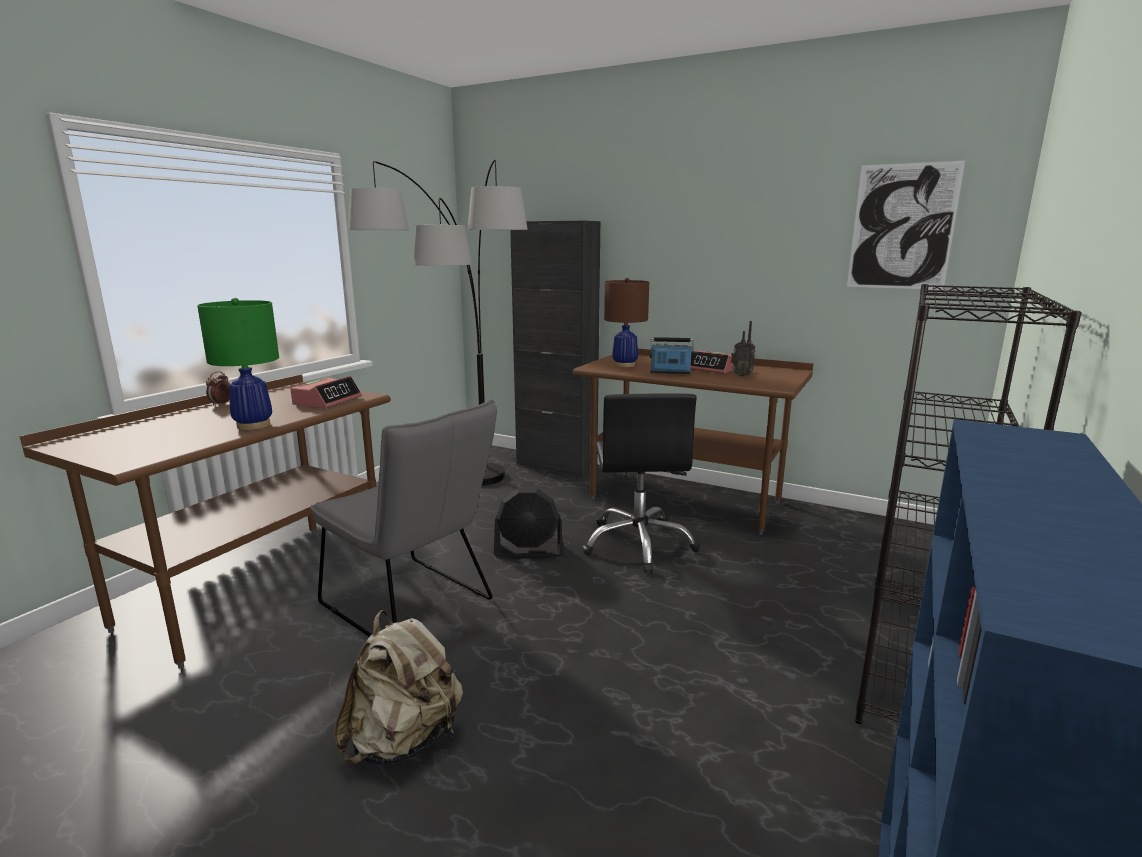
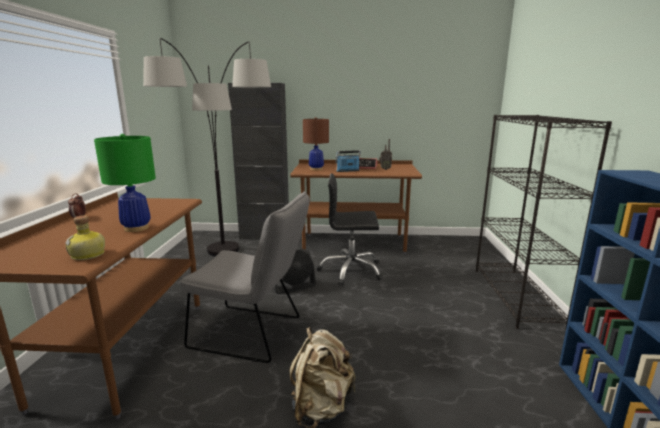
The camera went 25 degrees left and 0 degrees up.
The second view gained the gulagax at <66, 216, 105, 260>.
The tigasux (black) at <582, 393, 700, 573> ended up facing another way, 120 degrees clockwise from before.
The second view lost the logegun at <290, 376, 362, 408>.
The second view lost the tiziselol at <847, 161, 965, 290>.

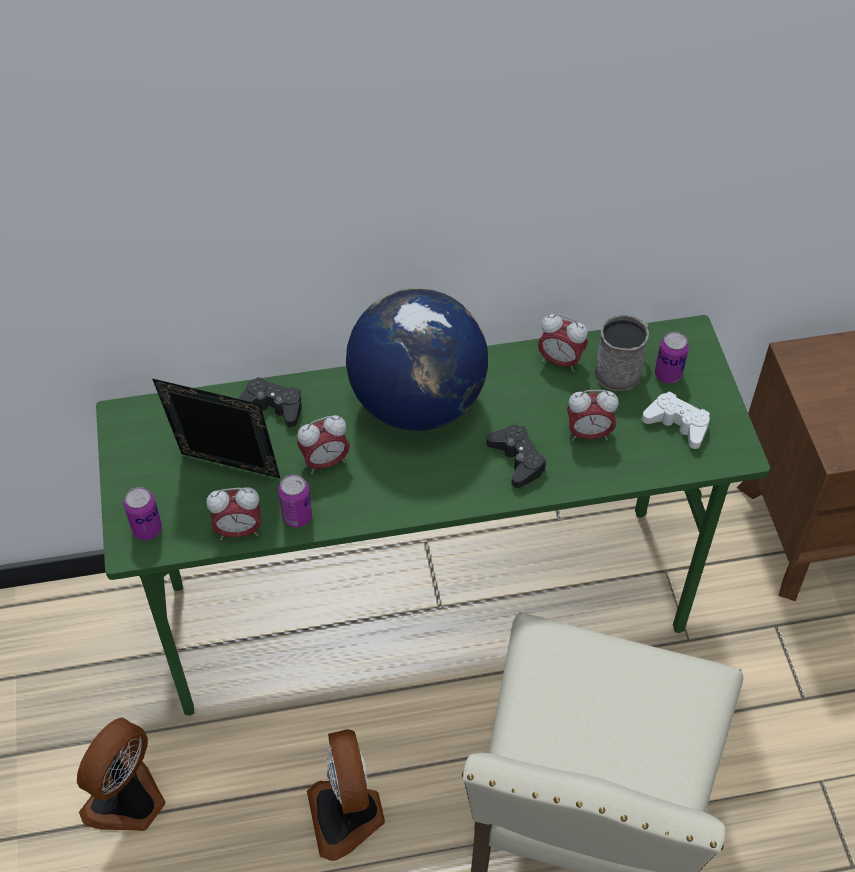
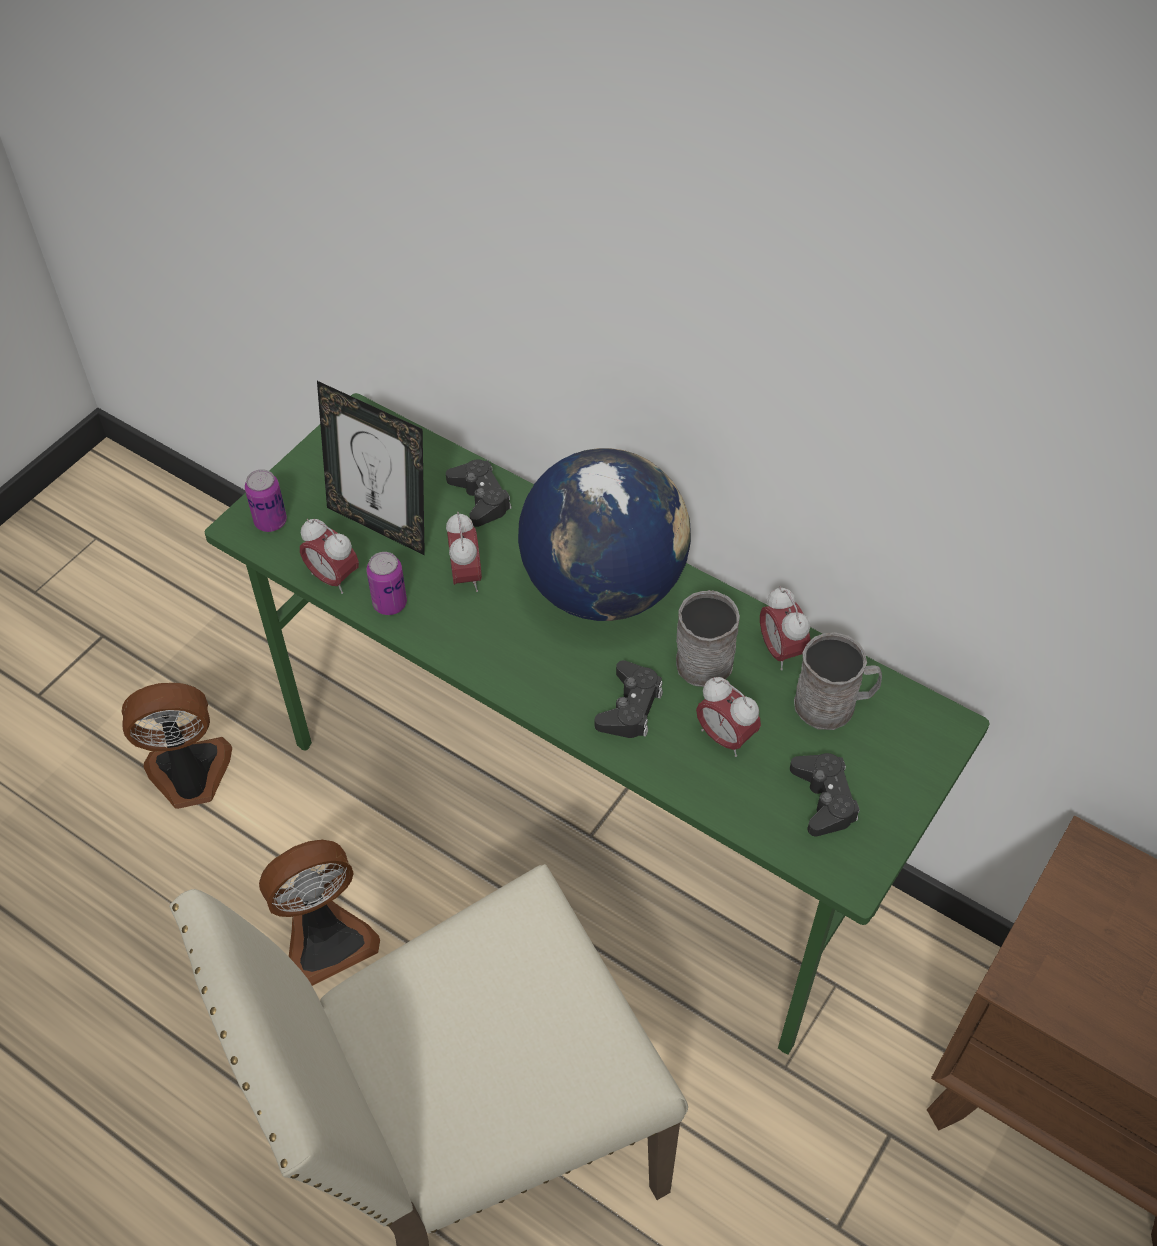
The camera went 45 degrees right and 0 degrees up.
The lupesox at <307, 729, 385, 861> ended up facing another way, 150 degrees counterclockwise from before.
The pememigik at <152, 378, 280, 478> ended up facing another way, 150 degrees clockwise from before.
The logegun at <297, 415, 350, 474> ended up facing another way, 120 degrees counterclockwise from before.
The second view gained the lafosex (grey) at <676, 590, 740, 687>.
What was the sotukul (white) at <642, 392, 710, 449> turned into the sotukul (black) at <790, 753, 860, 836>.
The second view lost the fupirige at <655, 331, 689, 383>.

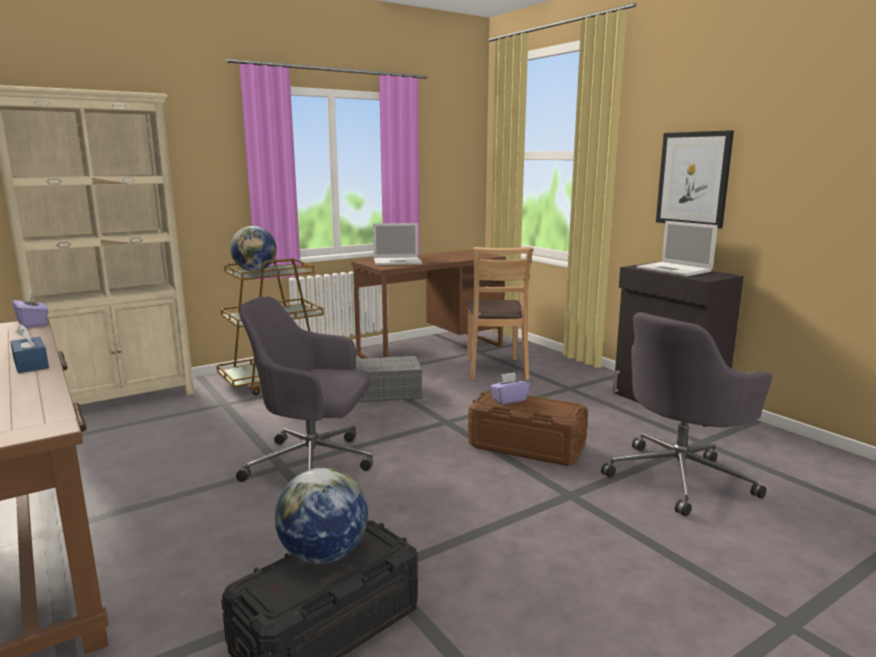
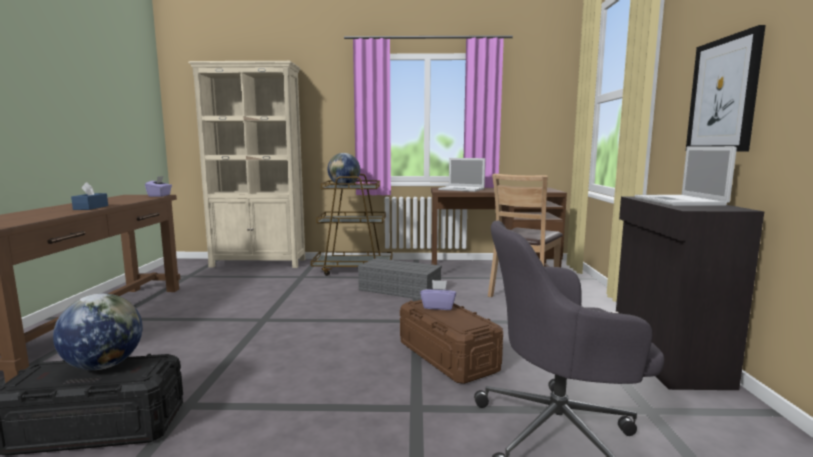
The camera went 35 degrees right and 5 degrees down.
The second view lost the tigasux (grey) at <236, 296, 373, 482>.

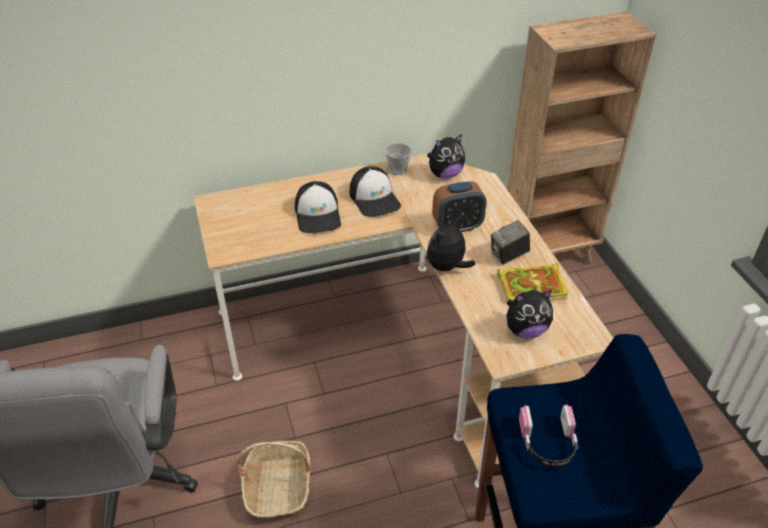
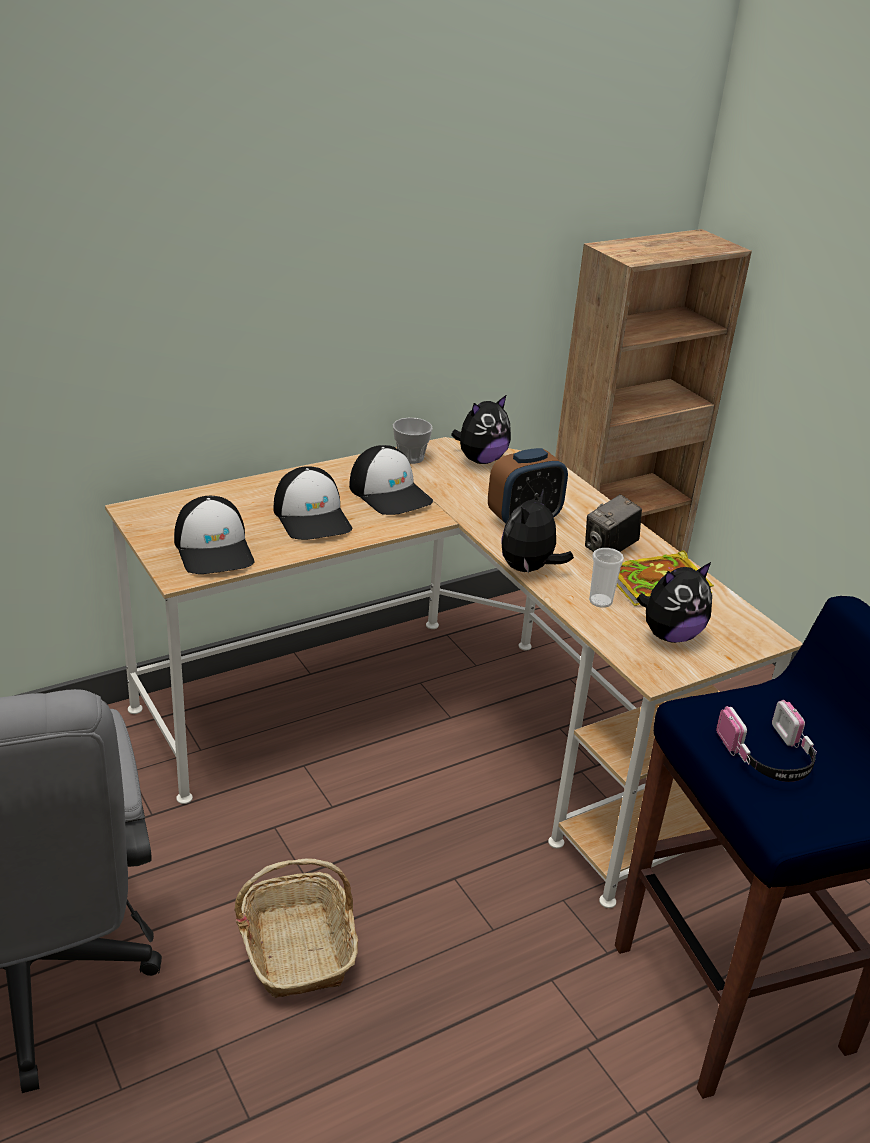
The camera went 15 degrees left and 10 degrees down.
The second view gained the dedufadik at <174, 496, 255, 574>.
The second view gained the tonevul at <589, 548, 624, 608>.

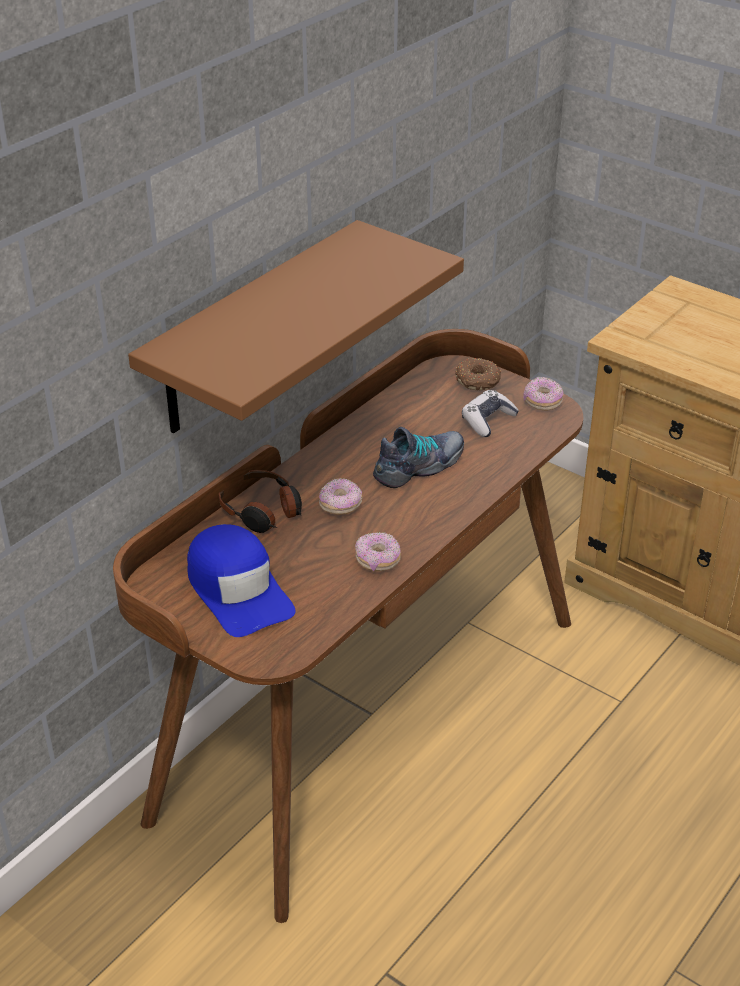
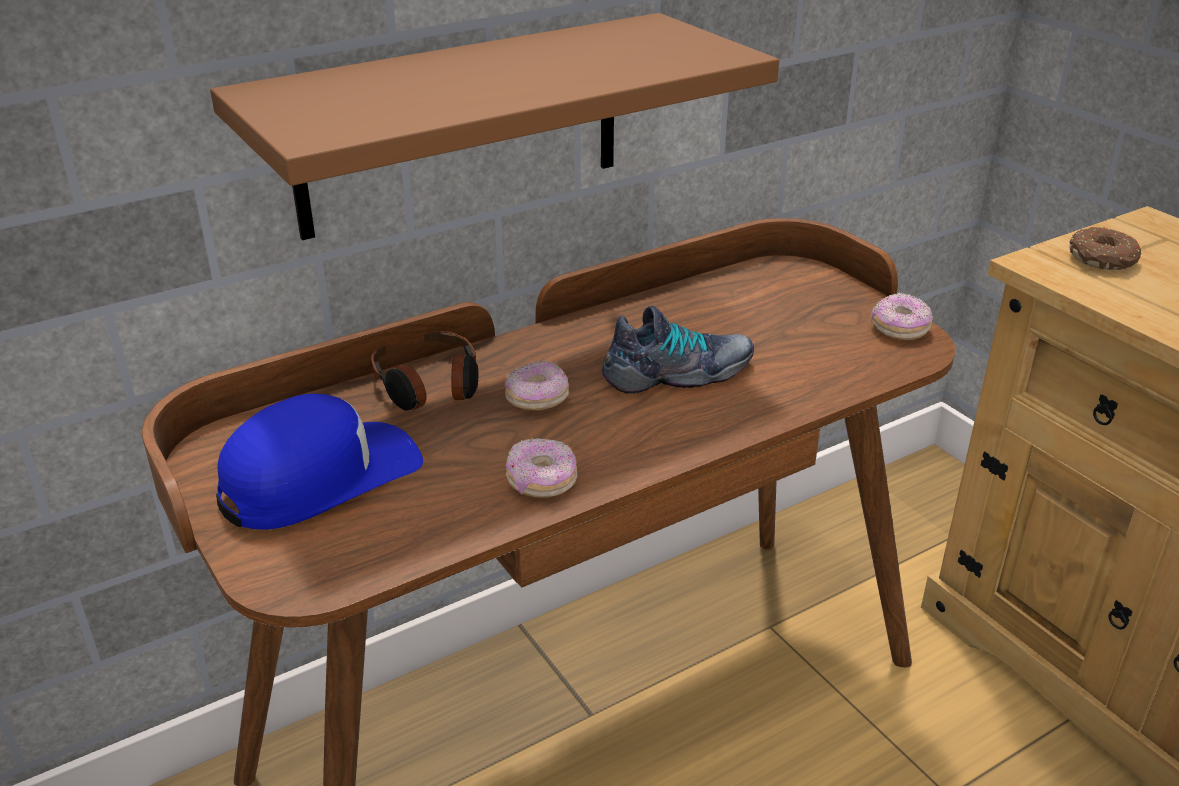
The camera went 20 degrees right and 5 degrees down.
The dedufadik (blue) at <187, 524, 296, 637> ended up facing another way, 120 degrees counterclockwise from before.
The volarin ended up elsewhere, having gone from <455, 358, 501, 391> to <1070, 227, 1141, 270>.
The second view lost the sotukul at <462, 390, 519, 437>.

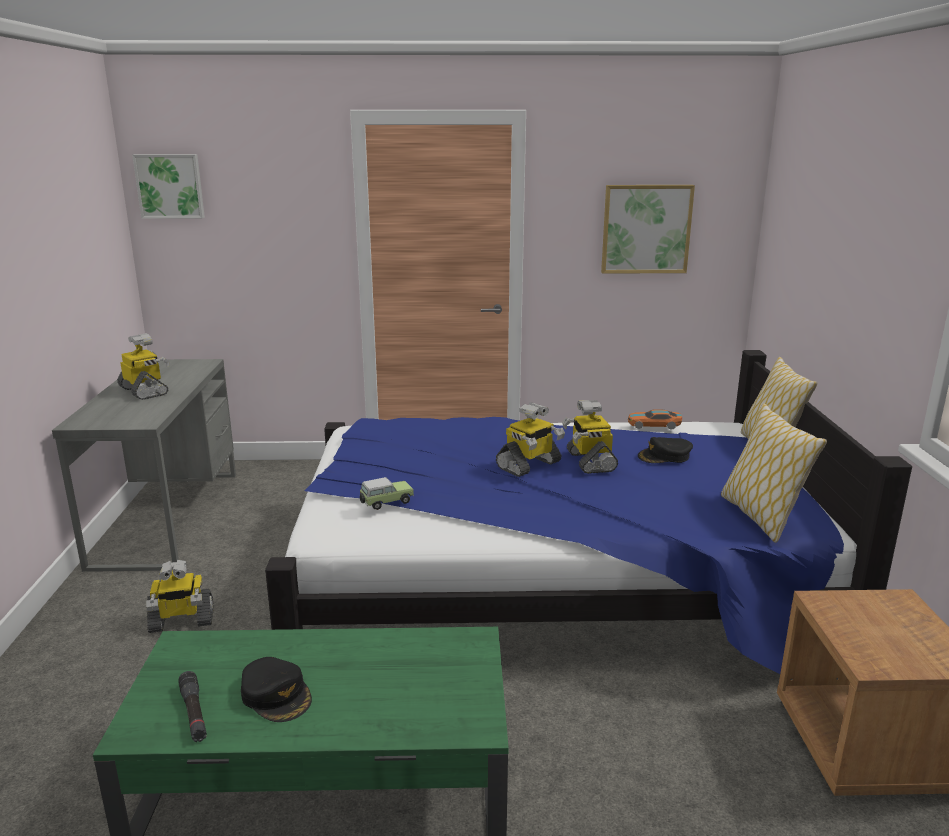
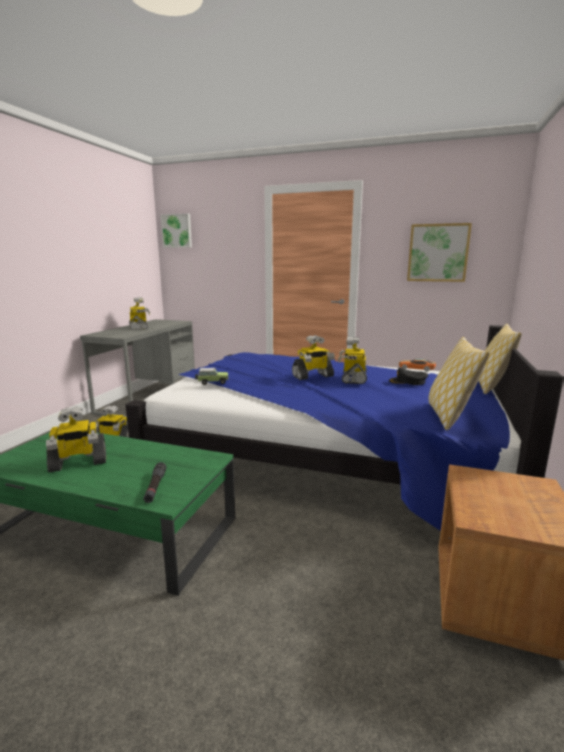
The camera went 20 degrees right and 5 degrees down.
Where the dedufadik (black) stood at <241, 657, 312, 722>, the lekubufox came to stand at <46, 406, 106, 472>.
The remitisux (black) ended up elsewhere, having gone from <178, 671, 207, 742> to <143, 462, 166, 503>.

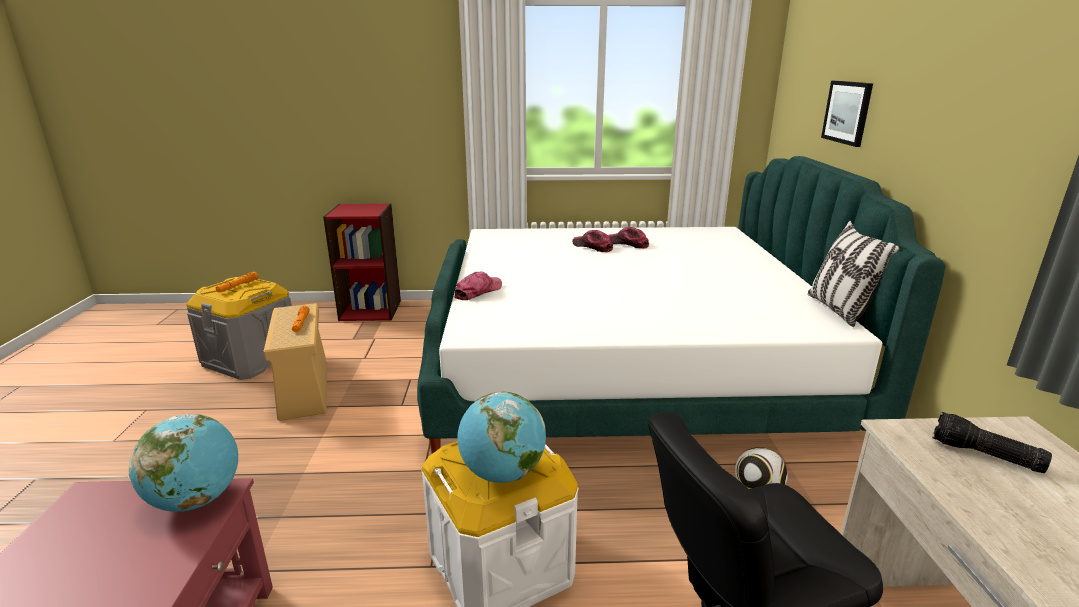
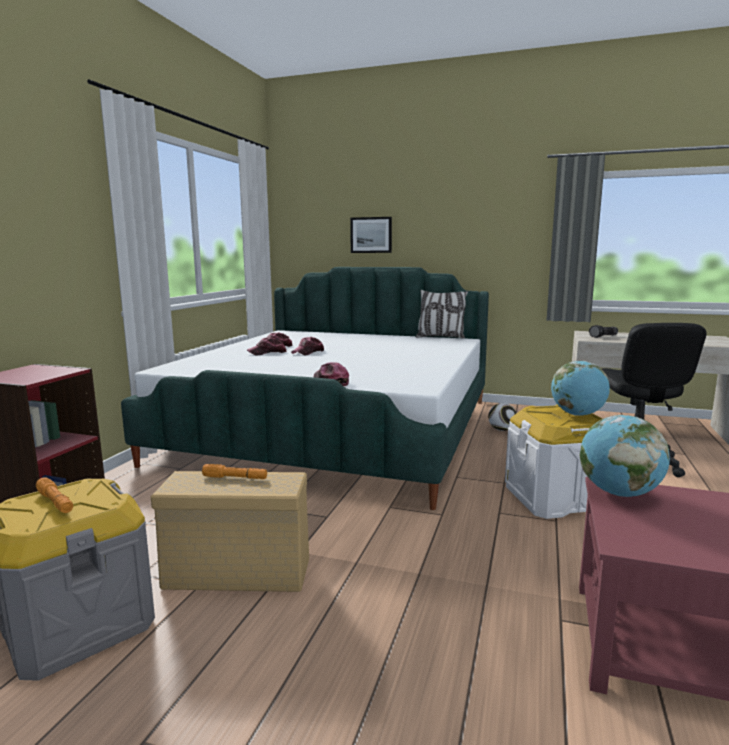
The camera went 70 degrees left and 10 degrees down.
The second view gained the dedufadik at <291, 337, 324, 356>.

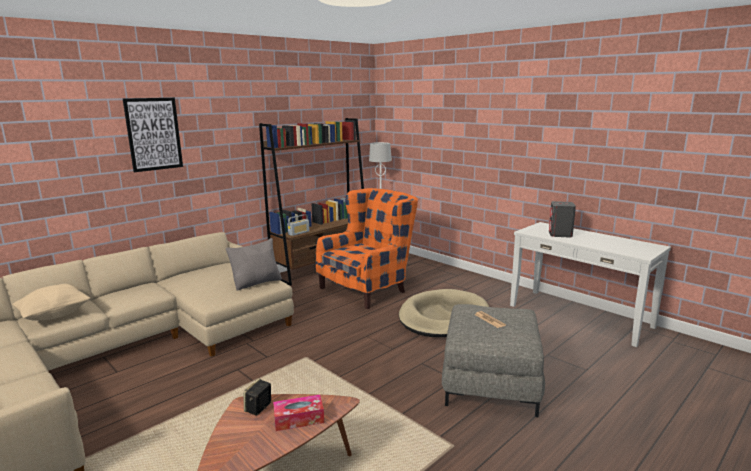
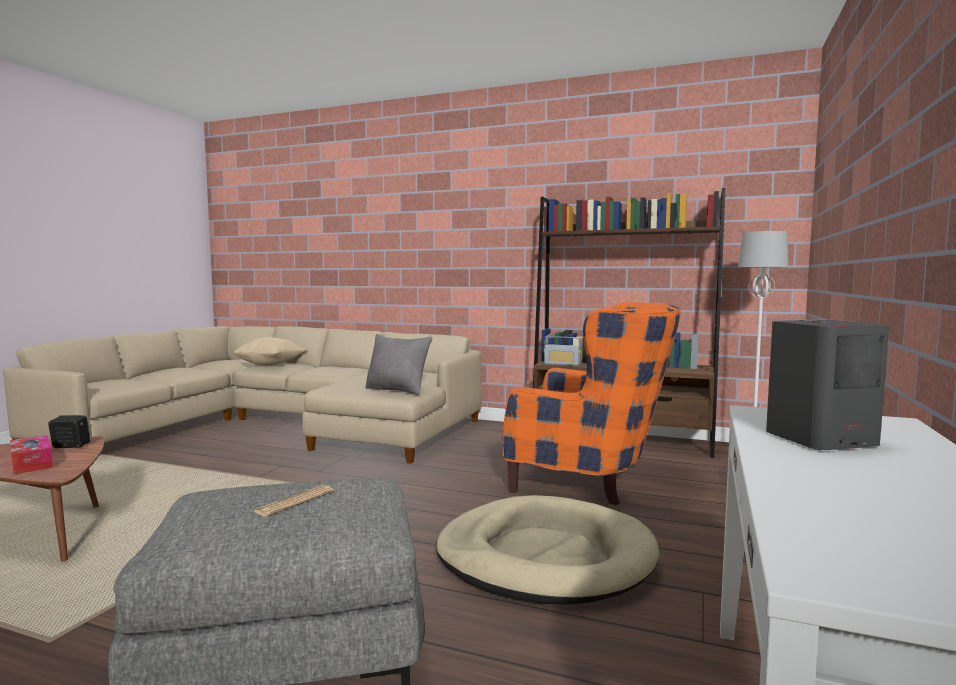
The camera went 65 degrees right and 10 degrees down.
The second view lost the tiziselol at <123, 98, 183, 172>.

